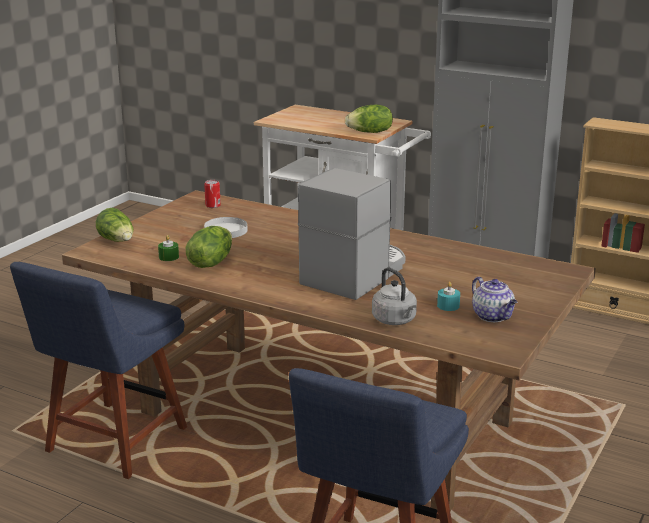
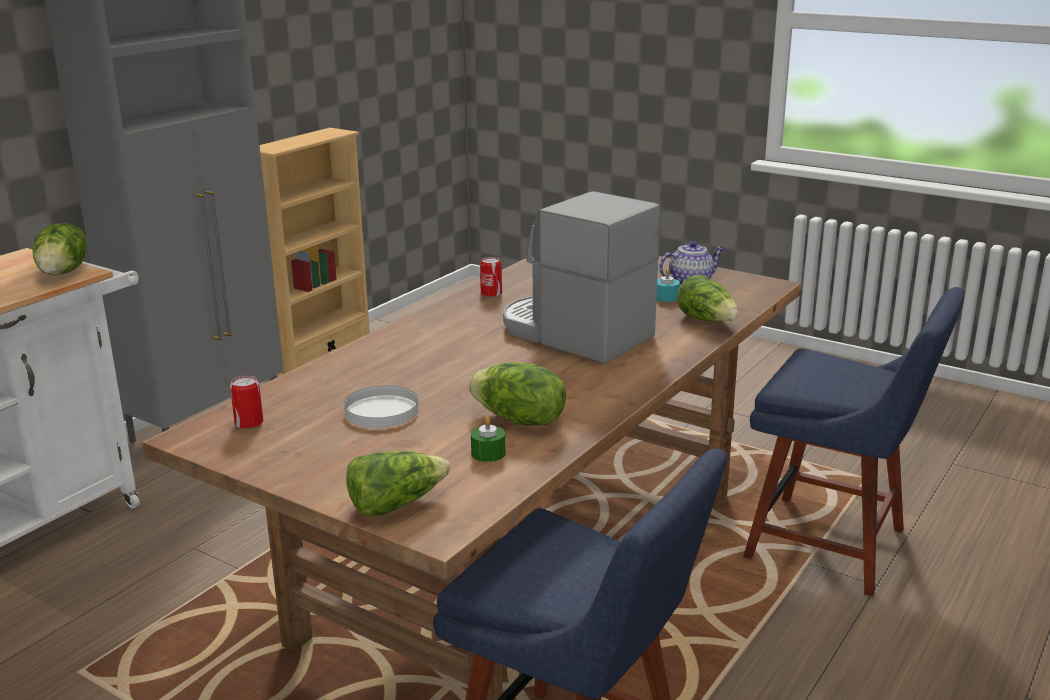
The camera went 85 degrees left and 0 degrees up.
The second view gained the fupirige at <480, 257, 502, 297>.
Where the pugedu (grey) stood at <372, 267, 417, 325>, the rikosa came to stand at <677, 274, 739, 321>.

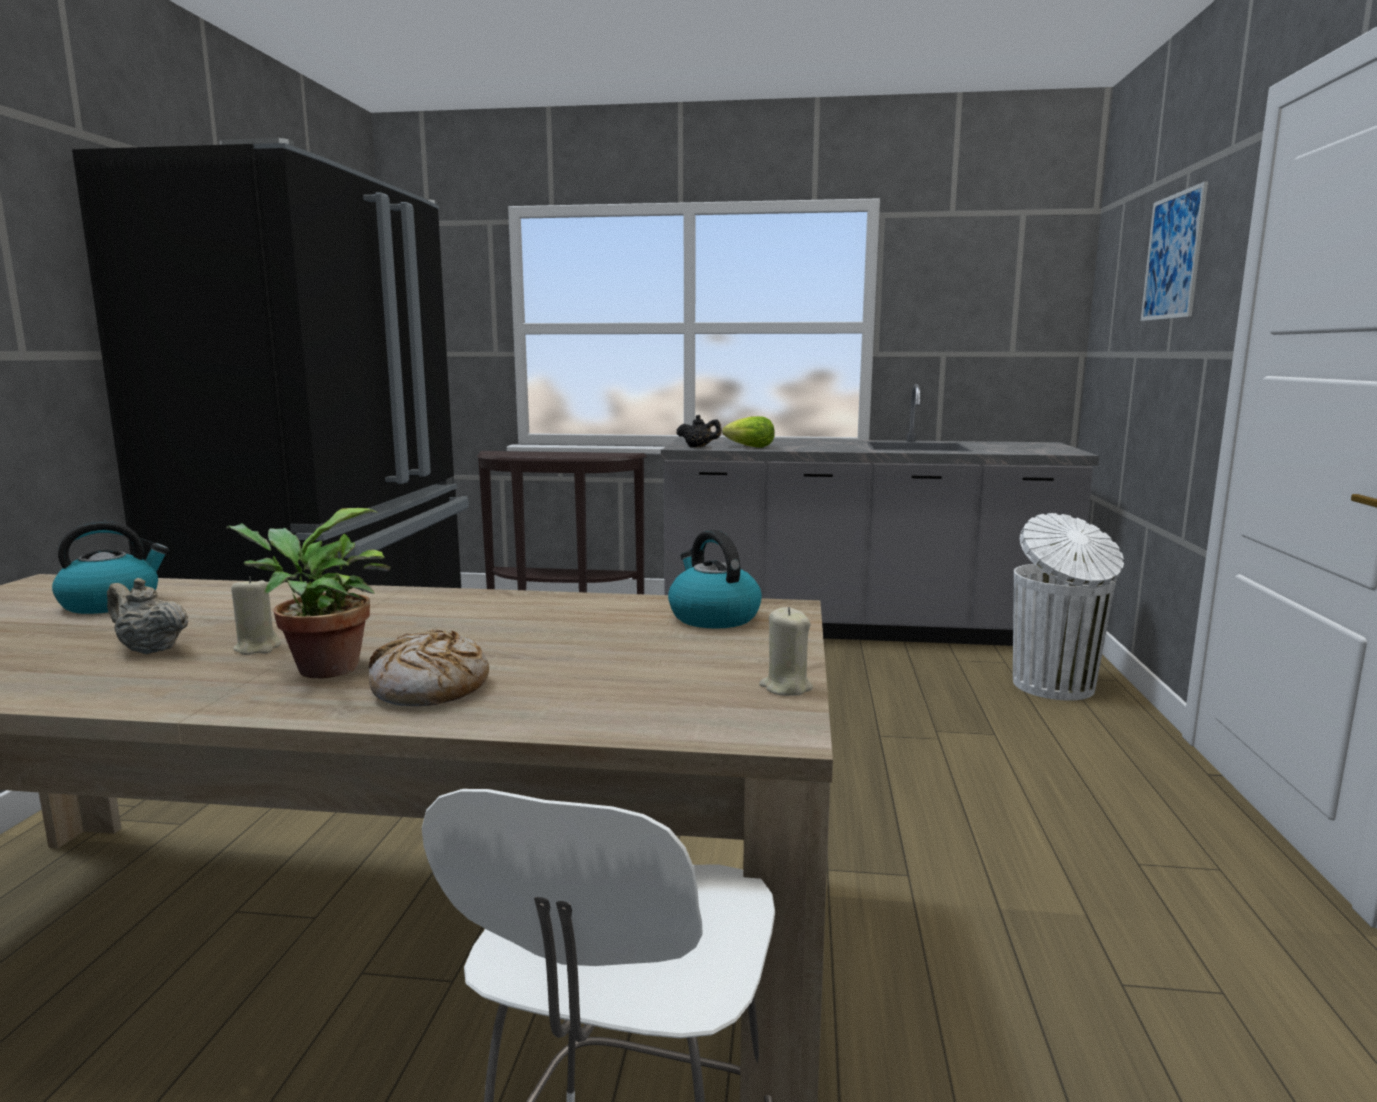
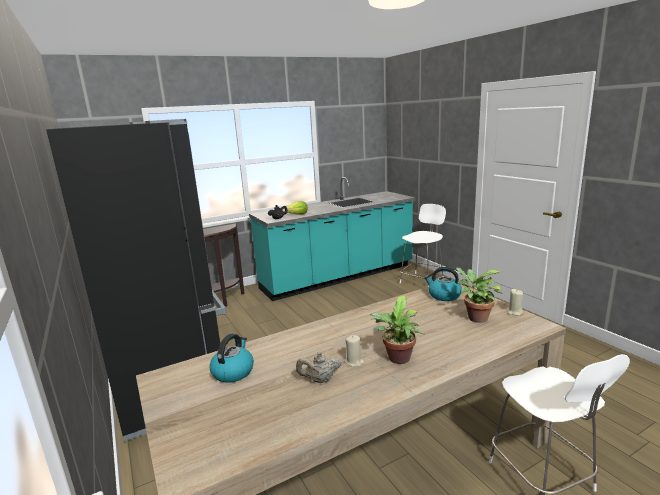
The camera went 35 degrees left and 5 degrees up.
What was the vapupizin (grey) at <661, 384, 1099, 646> turned into the vapupizin (turquoise) at <249, 177, 416, 301>.
Where the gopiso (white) stood at <1013, 513, 1124, 700>, the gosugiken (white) came to stand at <400, 204, 446, 287>.
The second view gained the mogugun at <456, 268, 502, 323>.
The second view lost the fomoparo at <369, 629, 489, 706>.
The second view lost the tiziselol at <1141, 181, 1208, 321>.

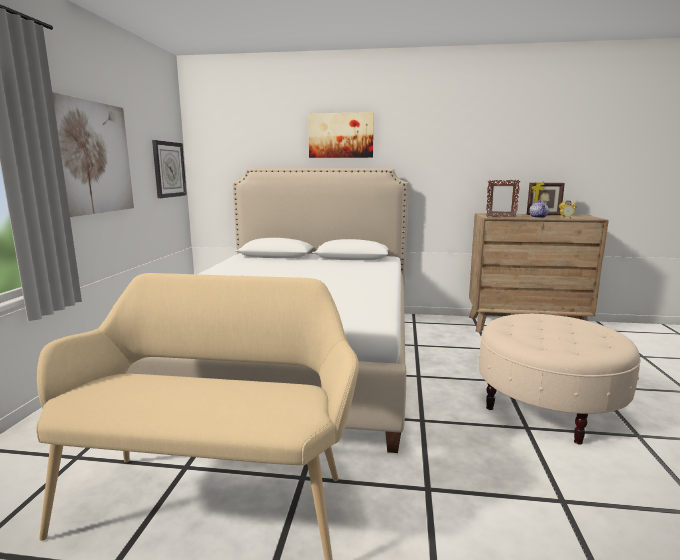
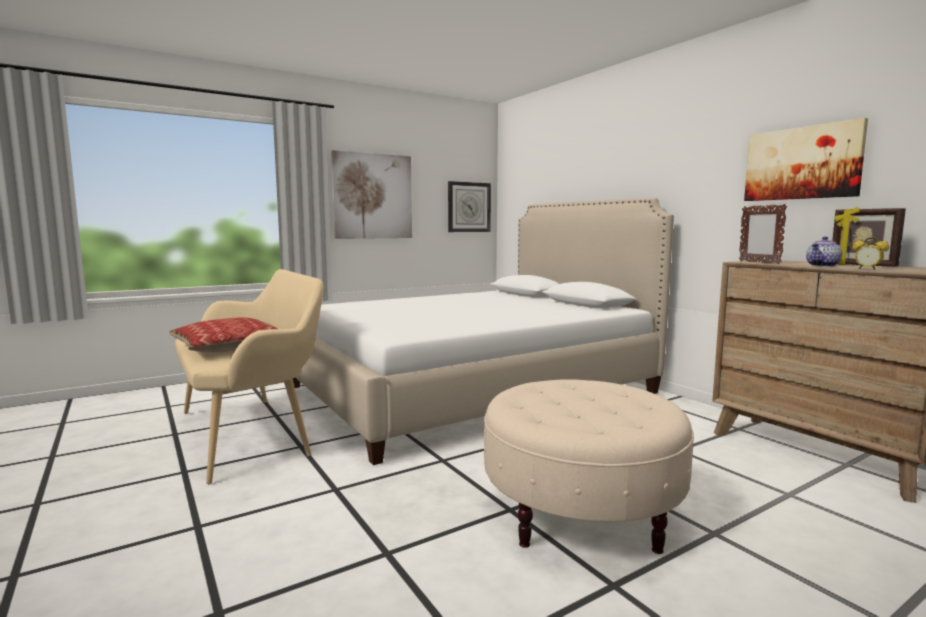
The camera went 50 degrees right and 5 degrees down.
The second view gained the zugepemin at <169, 318, 278, 353>.
The tiziselol ended up elsewhere, having gone from <308, 112, 374, 158> to <744, 118, 868, 201>.

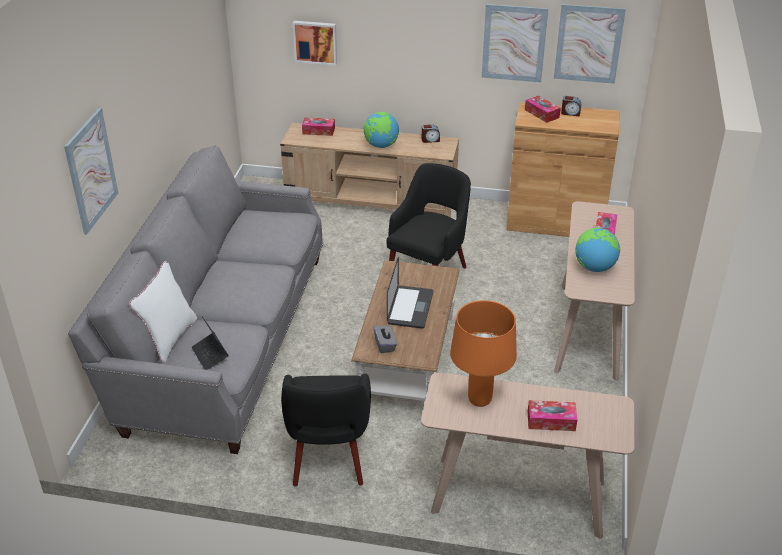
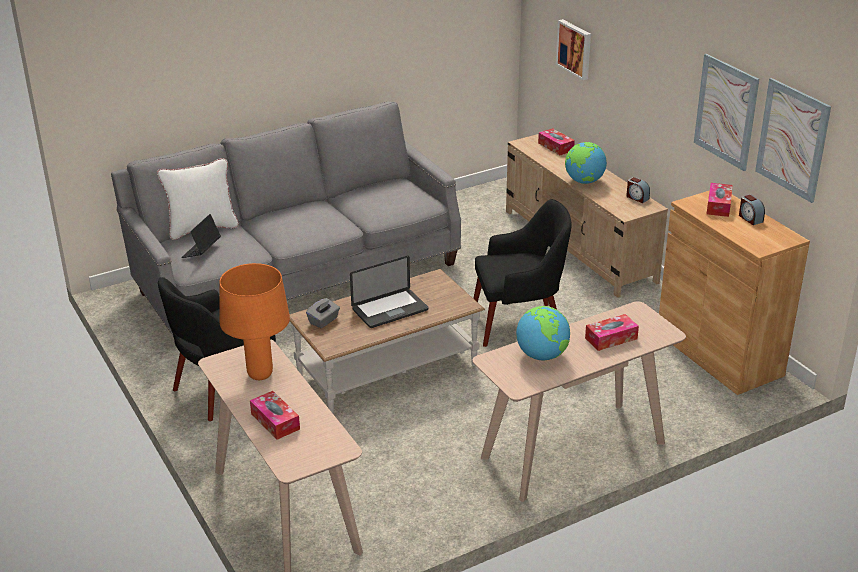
The camera went 50 degrees right and 5 degrees down.
The second view lost the tiziselol at <64, 108, 118, 234>.

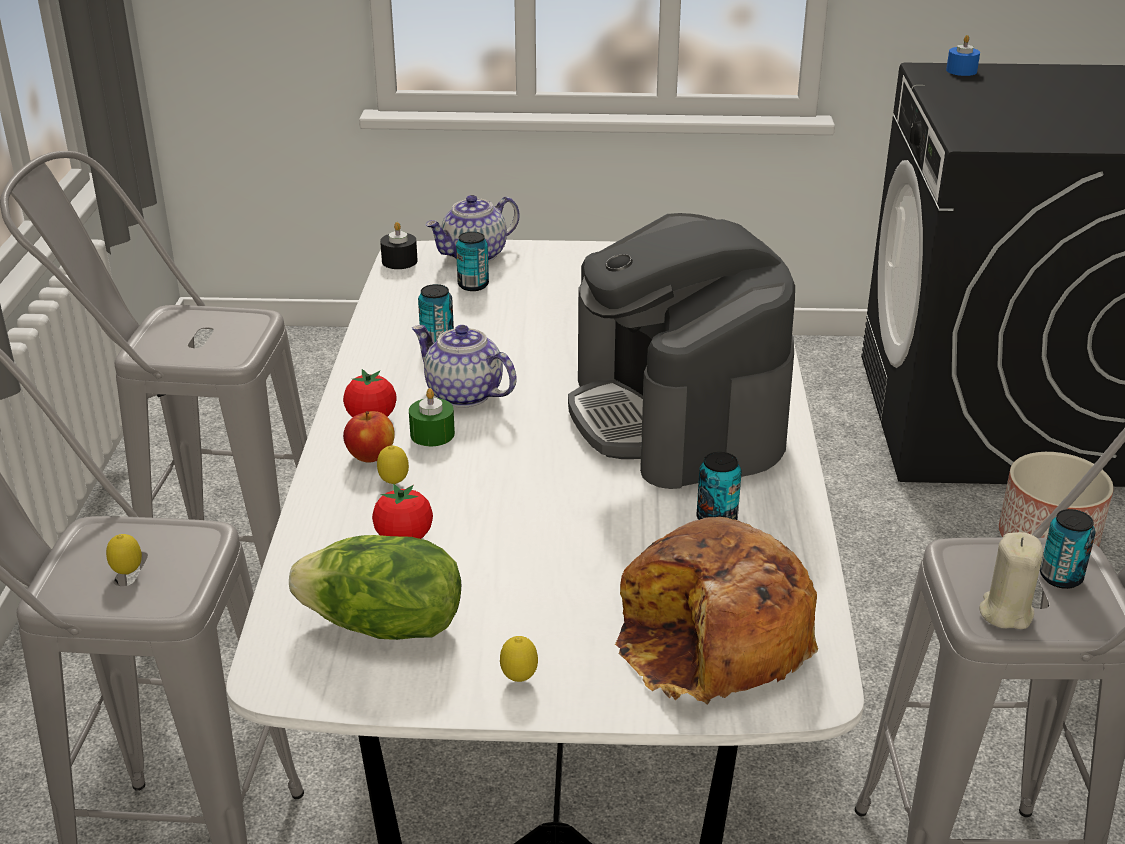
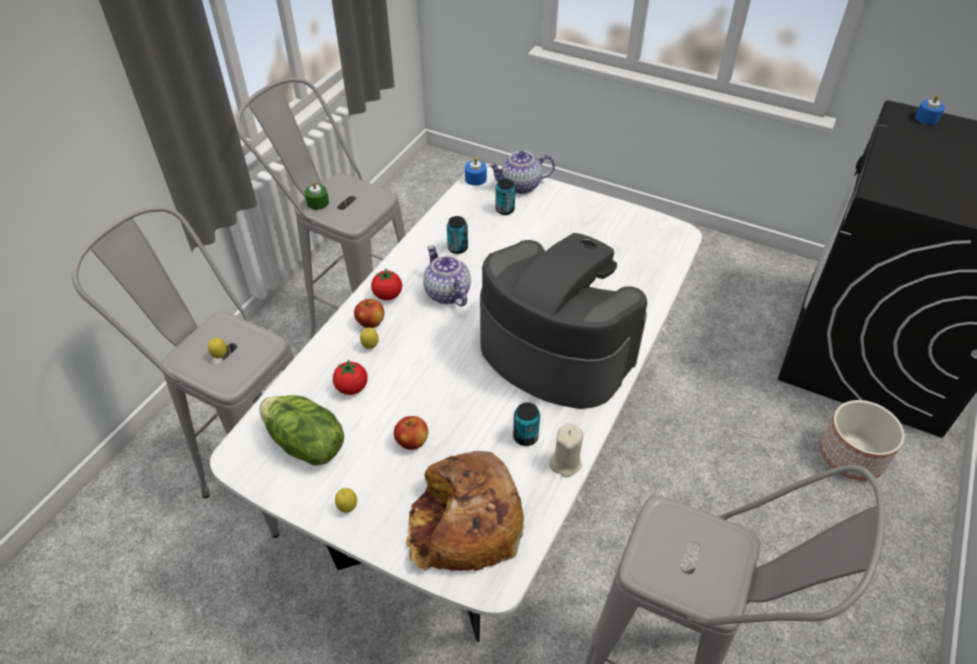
The camera went 25 degrees right and 15 degrees up.
The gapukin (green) ended up elsewhere, having gone from <409, 388, 455, 446> to <304, 181, 329, 210>.
The second view gained the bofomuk at <394, 416, 428, 450>.
What was the gapukin (black) at <380, 222, 418, 269> turned into the gapukin (blue) at <465, 157, 487, 186>.
The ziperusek at <568, 213, 795, 489> ended up facing another way, 120 degrees clockwise from before.
The gapukin (beige) ended up elsewhere, having gone from <979, 532, 1043, 629> to <549, 423, 583, 477>.
The second view lost the fupirige at <1040, 509, 1095, 589>.

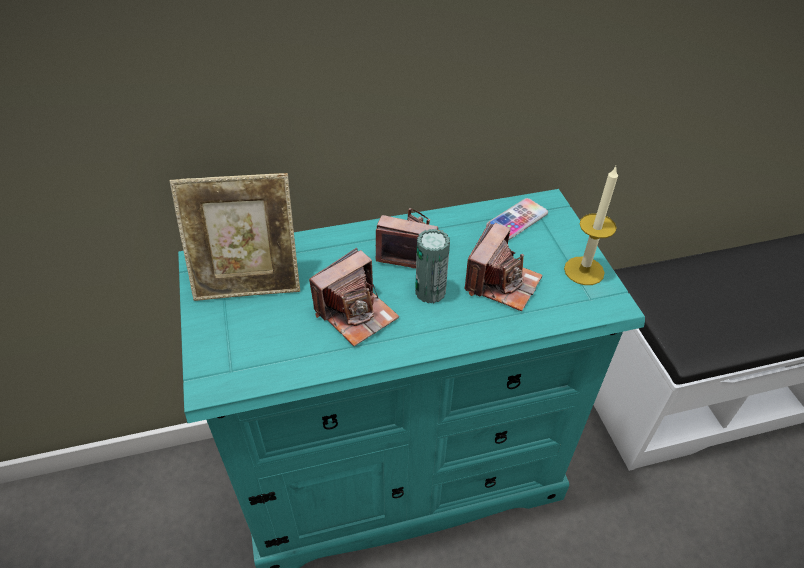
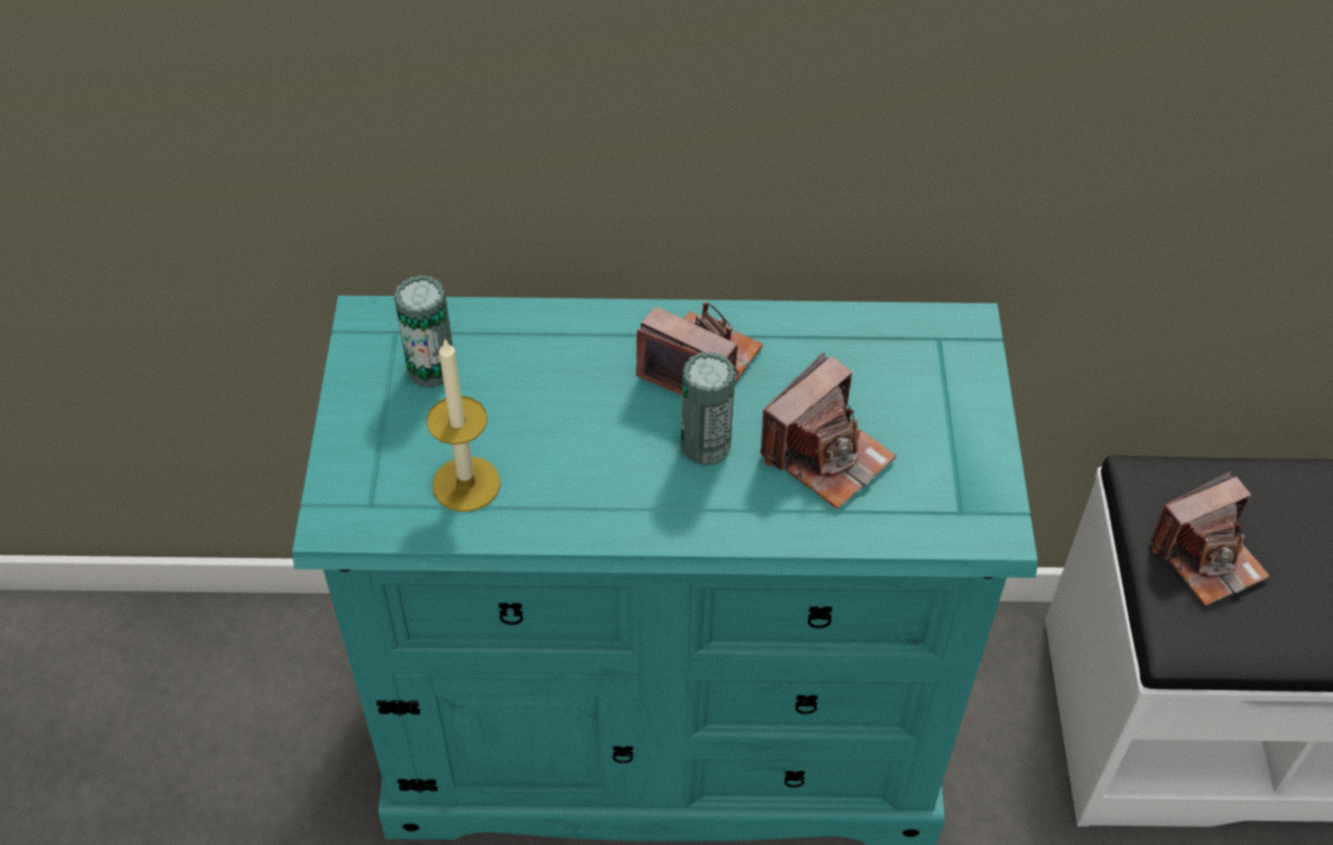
The camera went 15 degrees right and 5 degrees up.
Where the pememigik stood at <170, 173, 300, 301>, the fupirige came to stand at <394, 275, 453, 388>.
The gapukin ended up elsewhere, having gone from <564, 167, 618, 285> to <426, 338, 501, 512>.
The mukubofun ended up elsewhere, having gone from <309, 248, 399, 346> to <1150, 471, 1270, 606>.
The second view lost the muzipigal at <486, 198, 548, 240>.

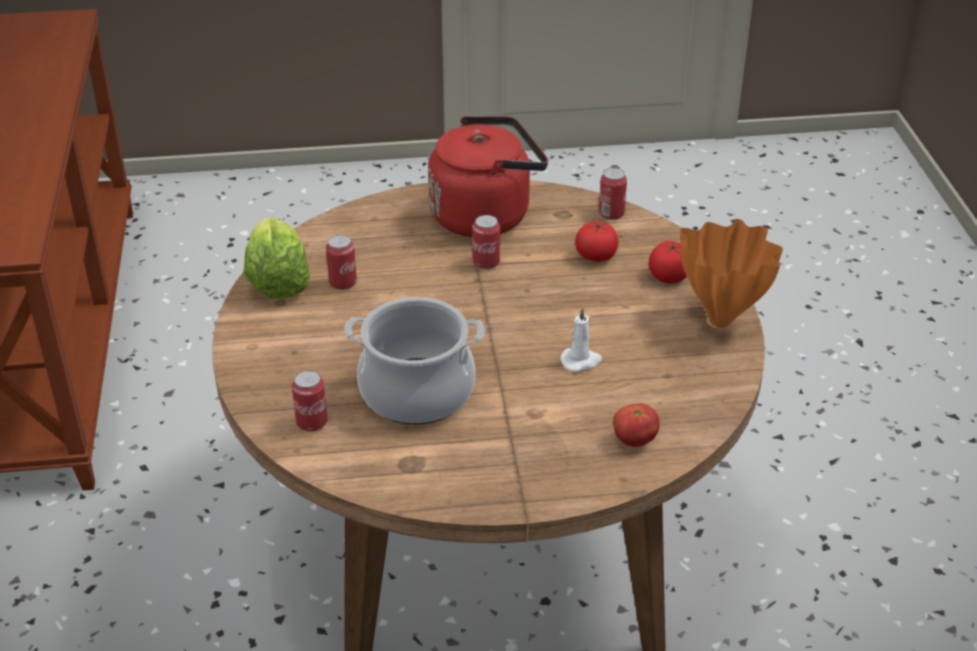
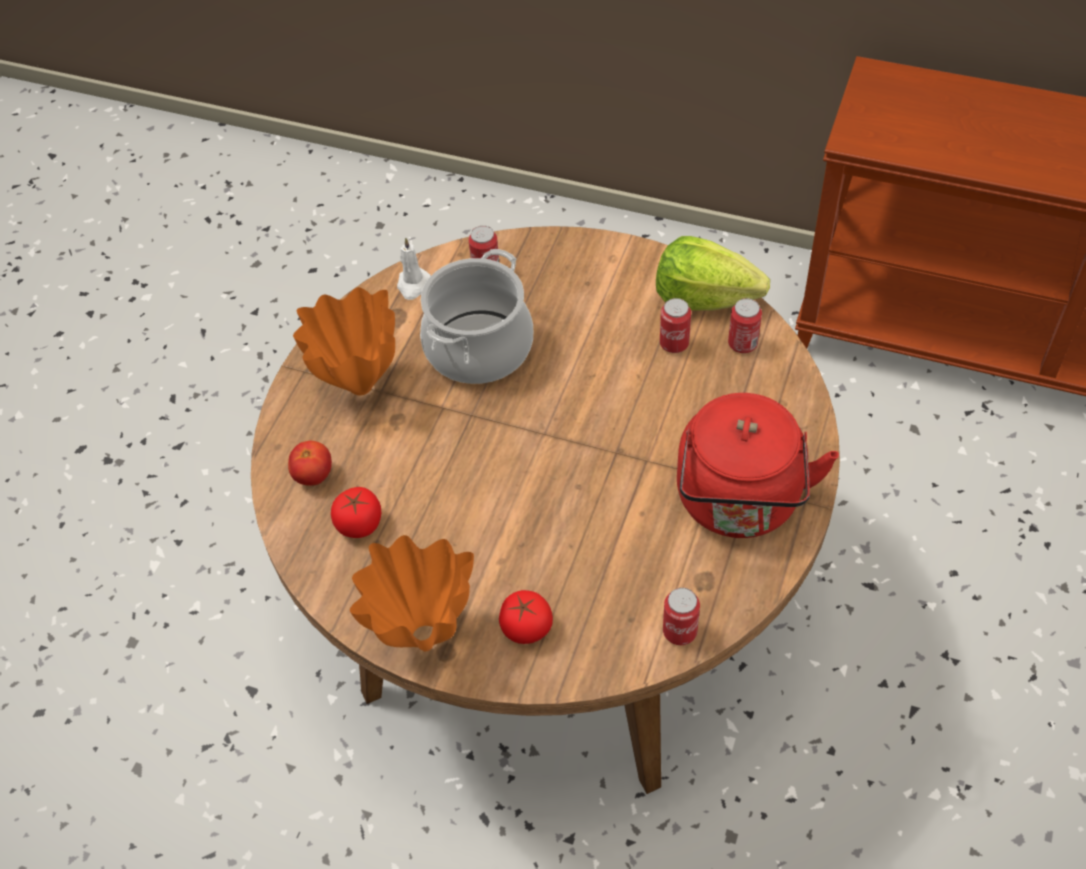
The camera went 120 degrees right and 15 degrees up.
The second view gained the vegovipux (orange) at <293, 287, 395, 395>.
The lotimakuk ended up elsewhere, having gone from <575, 221, 618, 262> to <331, 487, 381, 538>.
The gapukin (white) ended up elsewhere, having gone from <560, 307, 602, 372> to <397, 237, 431, 300>.
The fupirige ended up elsewhere, having gone from <472, 215, 500, 269> to <728, 298, 762, 353>.

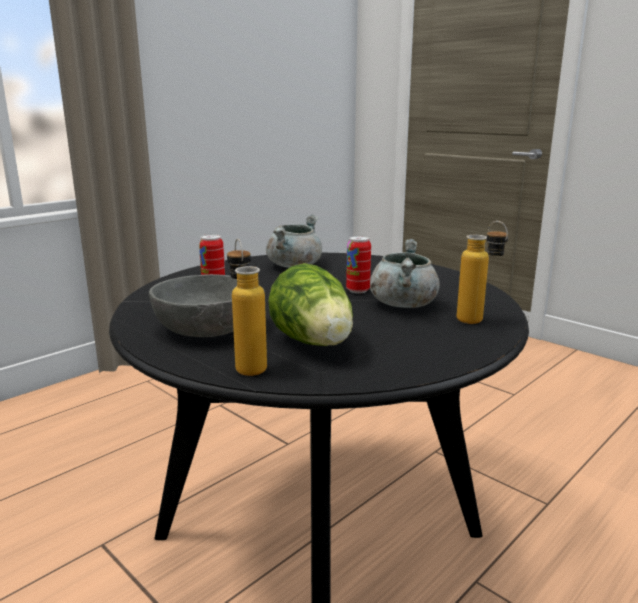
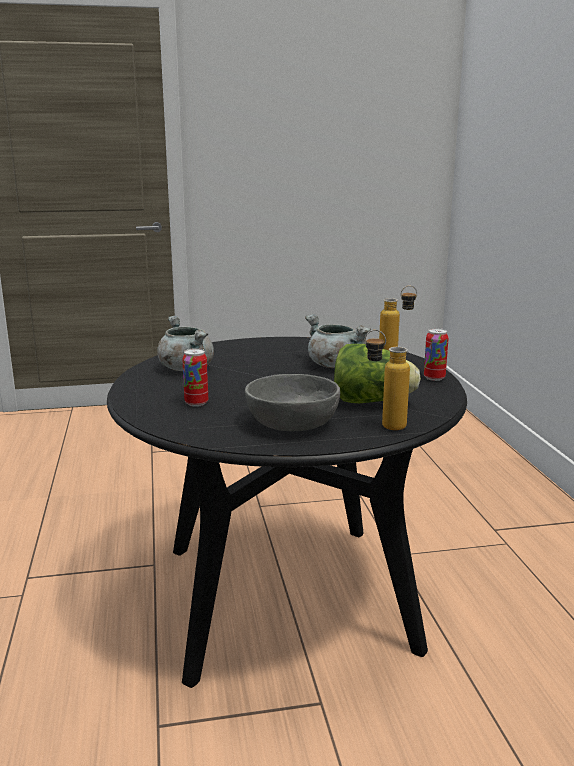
The camera went 55 degrees left and 0 degrees up.
The fupirige ended up elsewhere, having gone from <346, 236, 371, 293> to <424, 328, 449, 381>.

